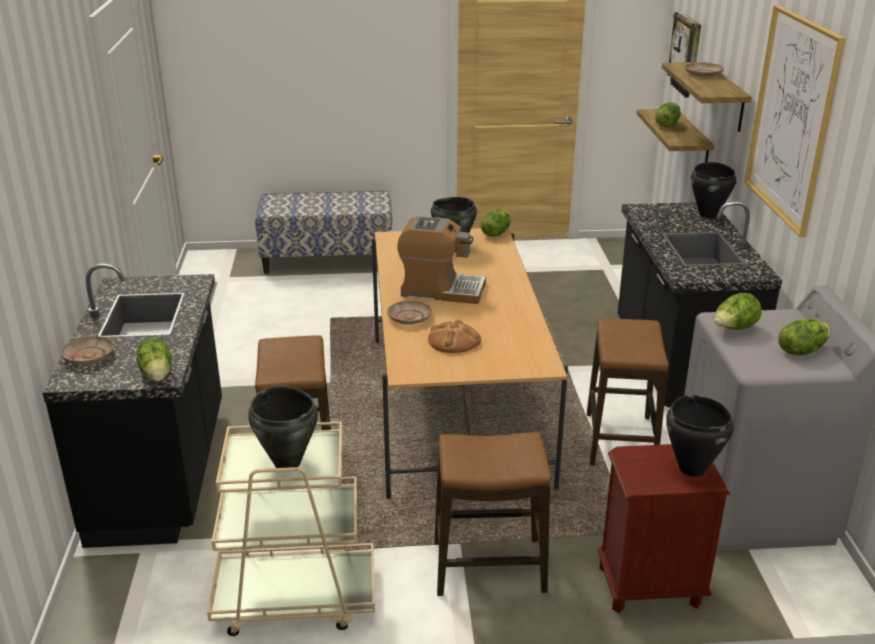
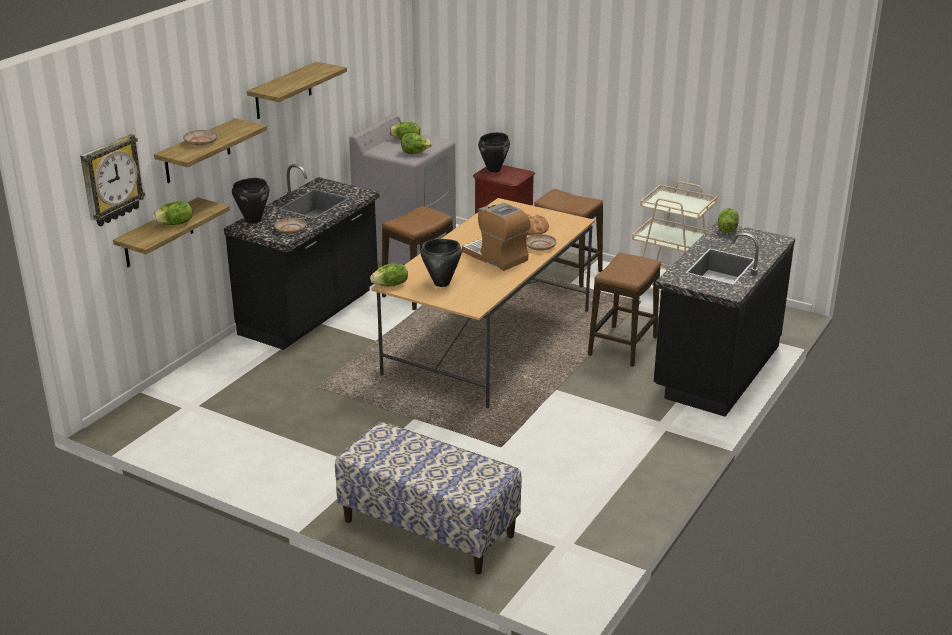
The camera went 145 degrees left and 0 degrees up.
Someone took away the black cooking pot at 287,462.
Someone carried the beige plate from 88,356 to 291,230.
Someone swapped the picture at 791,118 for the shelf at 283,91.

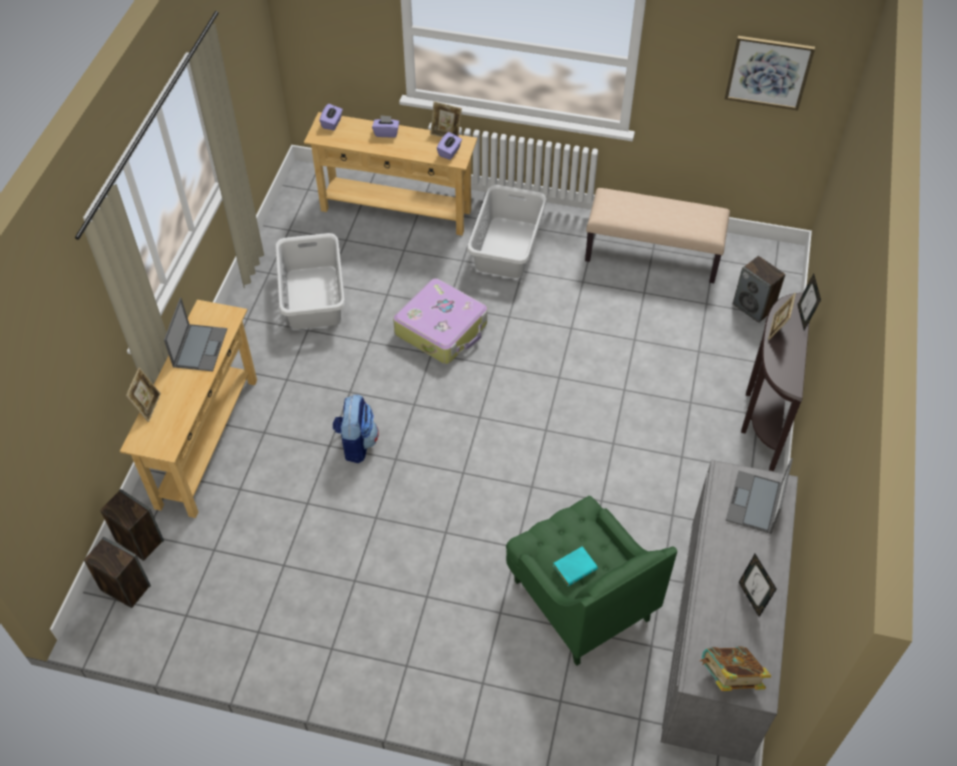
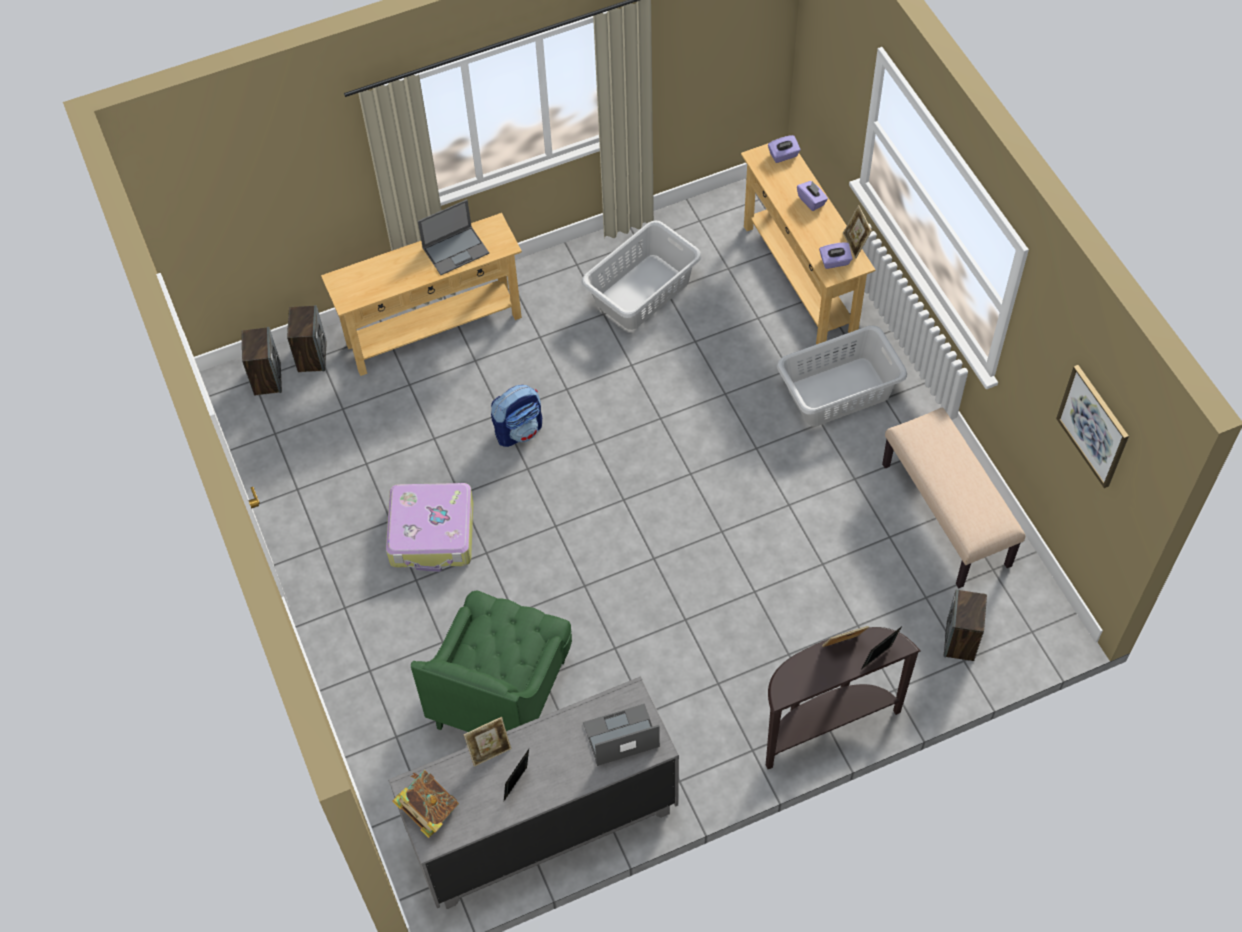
The camera went 55 degrees right and 5 degrees up.
Someone took away the turquoise book at 575,566.
Someone carried the picture frame from 148,406 to 489,751.
Someone carried the suitcase from 442,329 to 432,534.

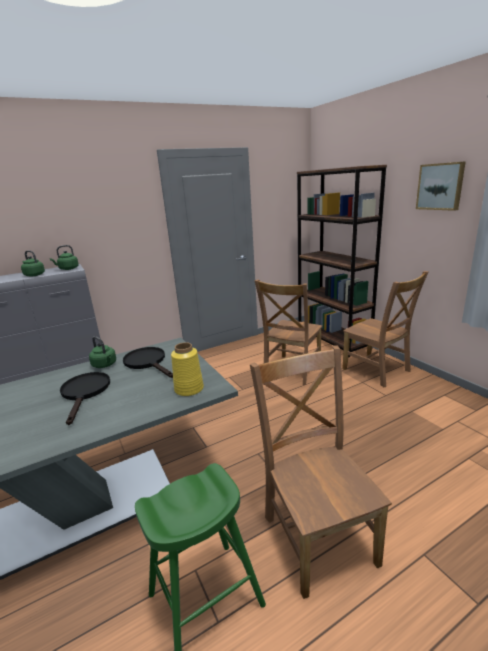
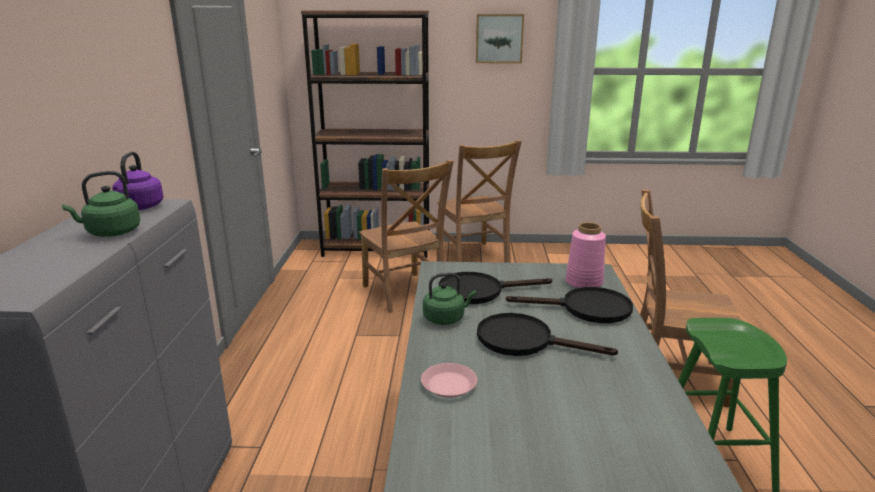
The camera went 60 degrees left and 0 degrees up.
Someone put down the pink plate at 448,385.
Someone put down the black frying pan at 586,309.
Someone repainted the green kettle at 68,269, which became the purple kettle at 139,207.
Someone repainted the yellow vase at 188,389, which became the pink vase at 584,283.
Someone rotated the brown chair at 378,371 by 75 degrees clockwise.

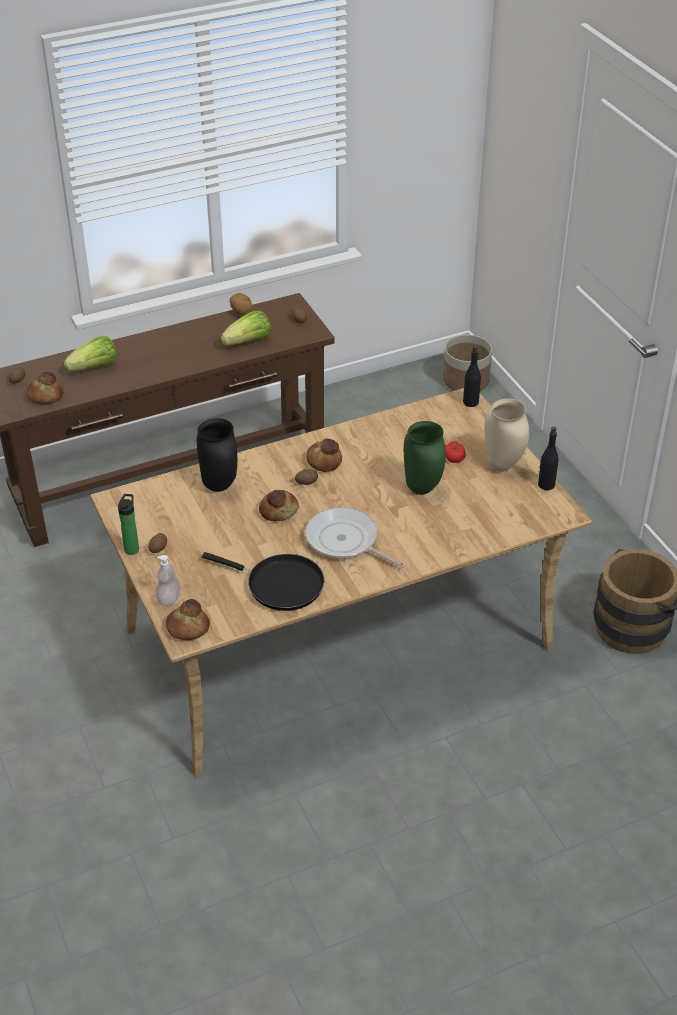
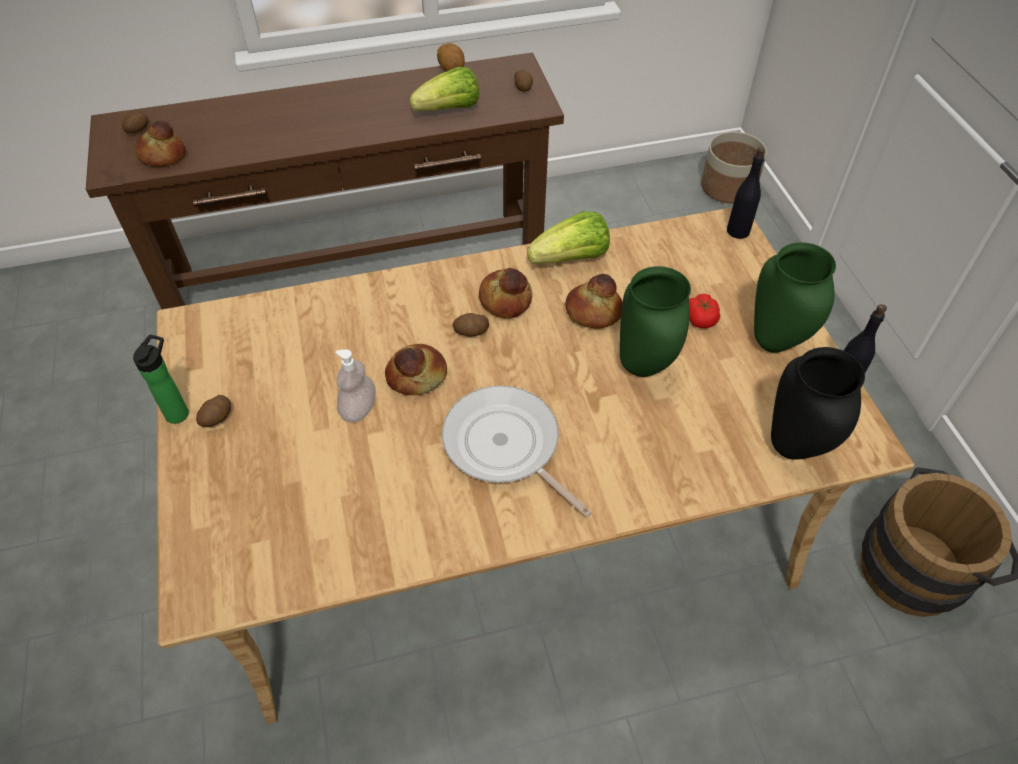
The camera went 10 degrees right and 10 degrees up.
Someone took away the black frying pan at 280,585.
Someone carried the lettuce from 95,368 to 571,258.
Someone carried the soap dispenser from 168,599 to 358,409.
Someone carried the bread from 188,628 to 593,312.
Someone carried the black vase from 220,486 to 796,447.
Someone repainted the beige vase at 503,465, which became the green vase at 776,342.

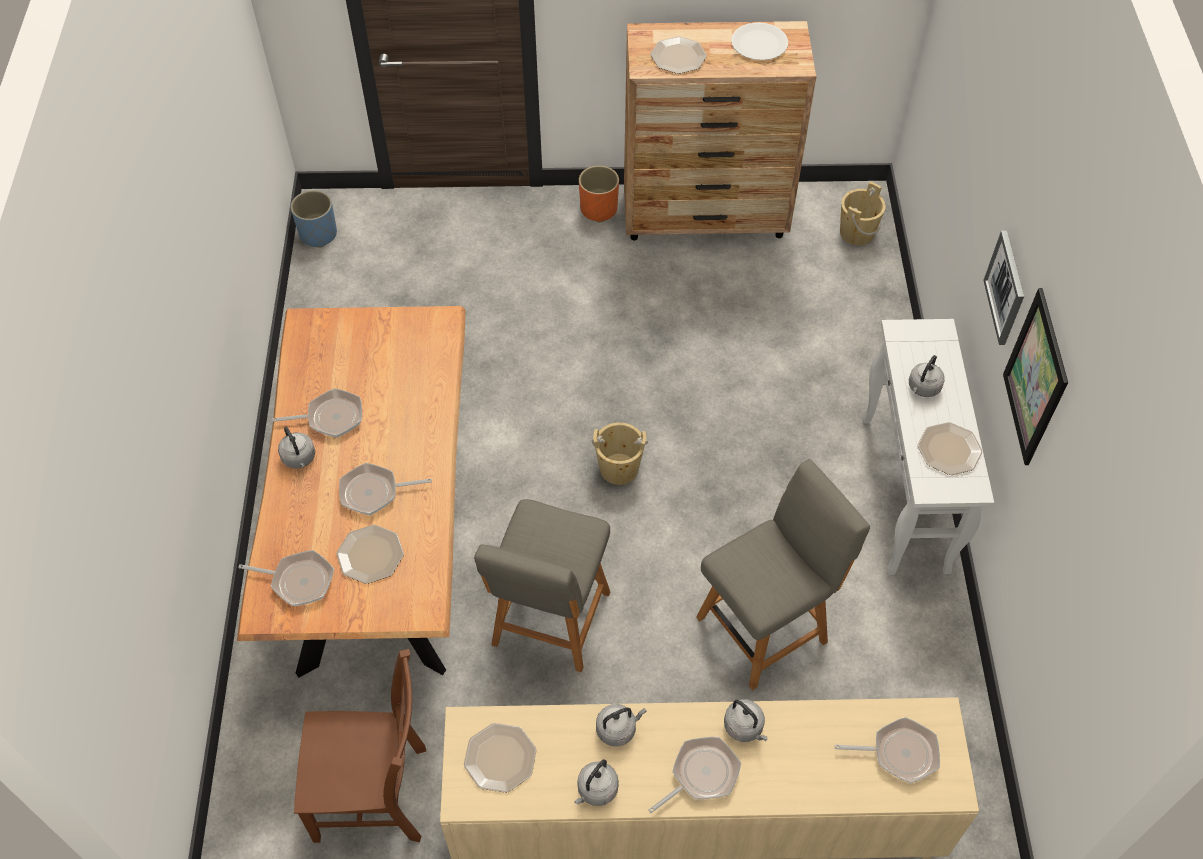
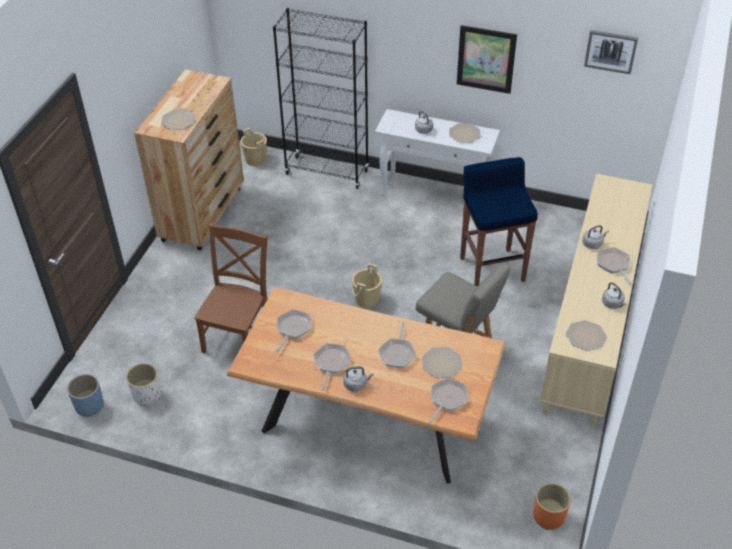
The camera went 70 degrees left and 10 degrees down.
Someone took away the grey kettle at 618,729.
Someone took away the white plate at 759,43.
Someone put down the white planter at 146,395.
Someone put down the black bookcase at 327,172.
Someone carried the brown chair from 377,794 to 239,335.
Someone carried the orange planter from 599,209 to 549,516.
Someone carried the frying pan from 899,753 to 292,329.
Someone carried the picture from 1006,288 to 610,51.
Someone swapped the grey chair at 765,627 for the blue stool at 492,268.

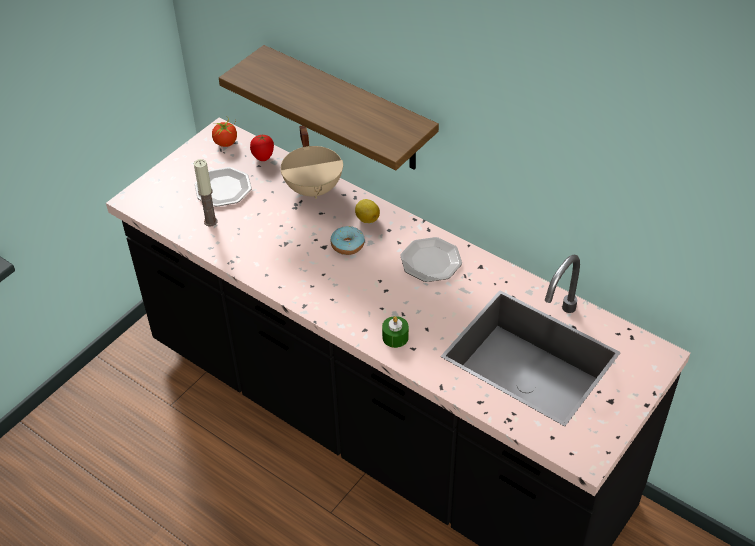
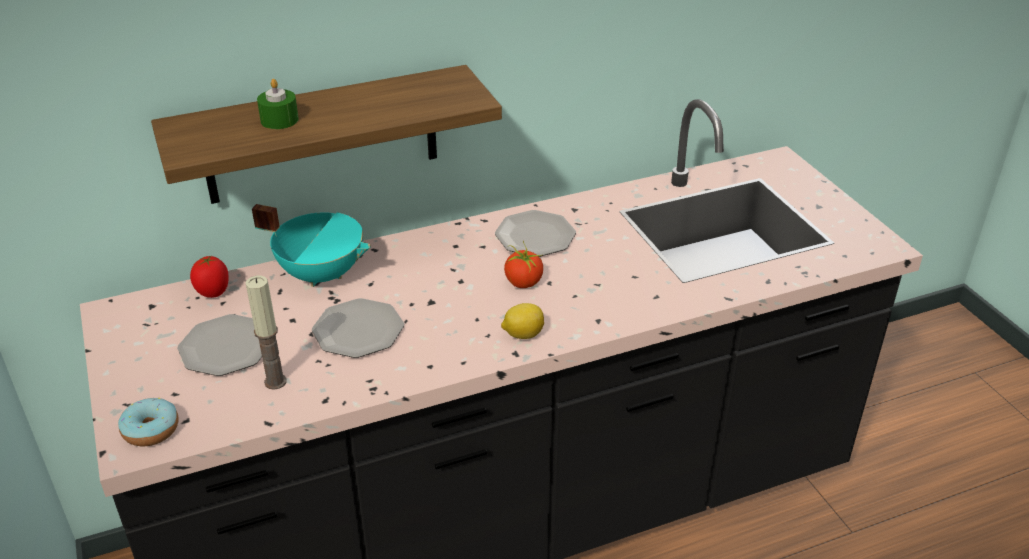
The camera went 60 degrees left and 10 degrees down.
Someone put down the plate at 359,330.
Someone carried the tomato from 226,142 to 523,282.
Someone carried the donut from 347,245 to 151,430.
Someone carried the lemon from 367,218 to 522,334.
Someone carried the green candle from 395,337 to 279,120.
Someone repainted the beige cooking pot at 314,188, which became the turquoise cooking pot at 322,273.

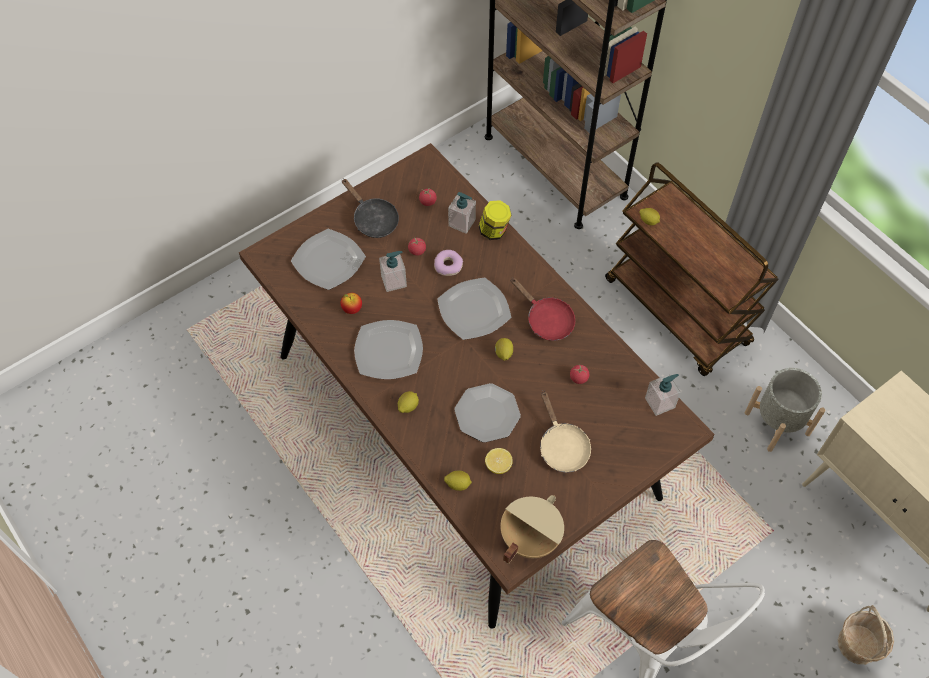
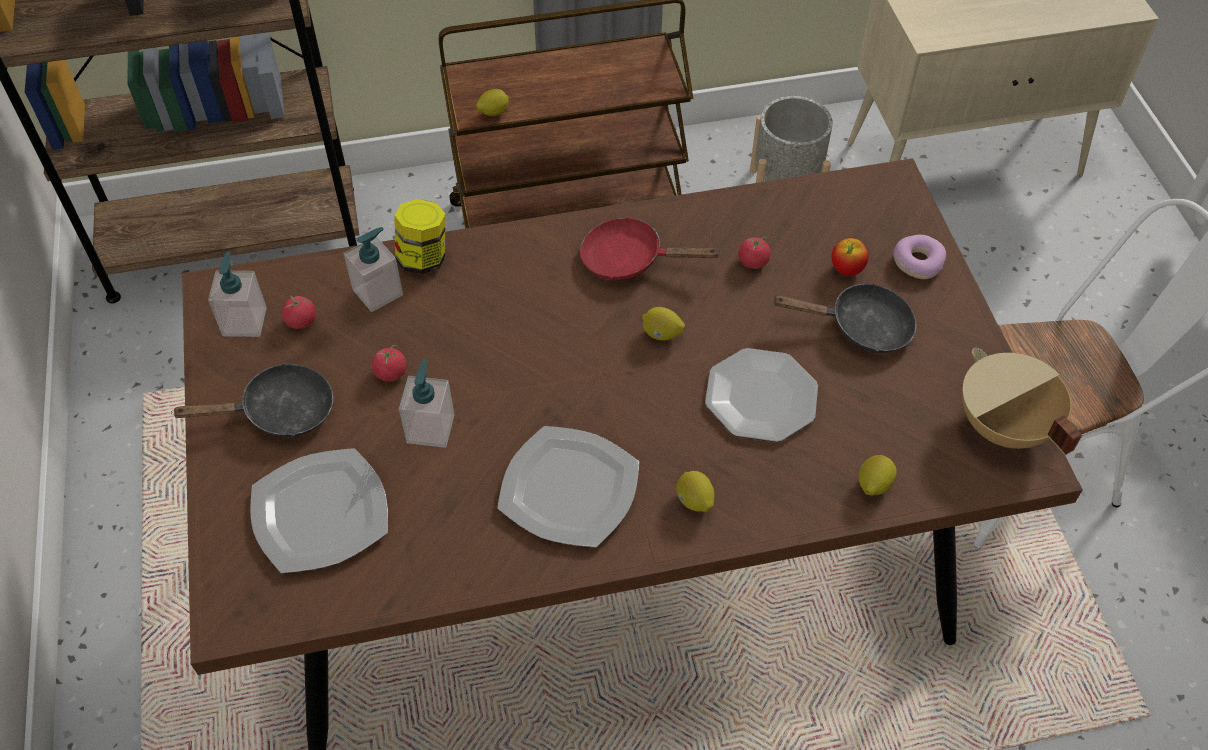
The camera went 65 degrees left and 5 degrees down.
Someone took away the plate at 473,310.
Someone took away the lemon at 498,465.
Someone took away the basket at 857,644.
Someone carried the apple from 352,309 to 846,269.
Someone carried the donut from 448,266 to 917,262.
Someone carried the soap dispenser from 660,402 to 244,321.
Someone repainted the beige frying pan at 562,446, which became the black frying pan at 861,327.
Someone rotated the red frying pan at 546,320 by 150 degrees counterclockwise.

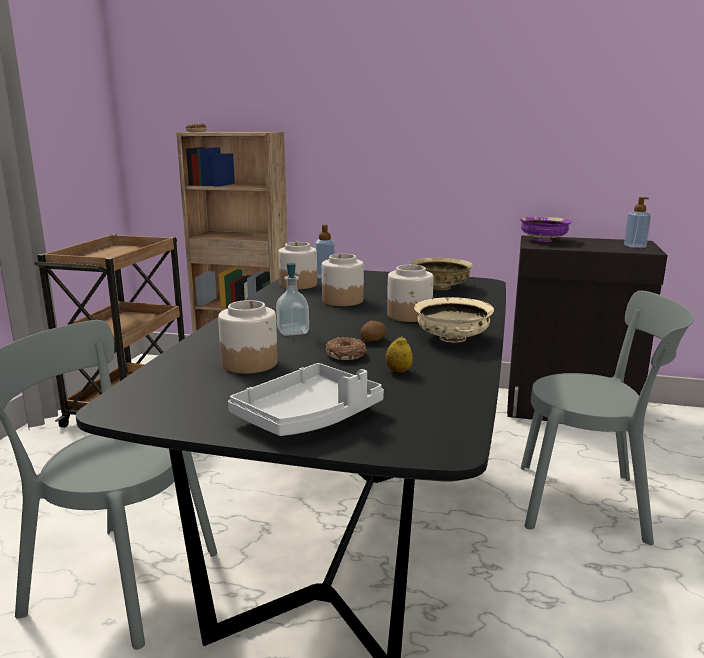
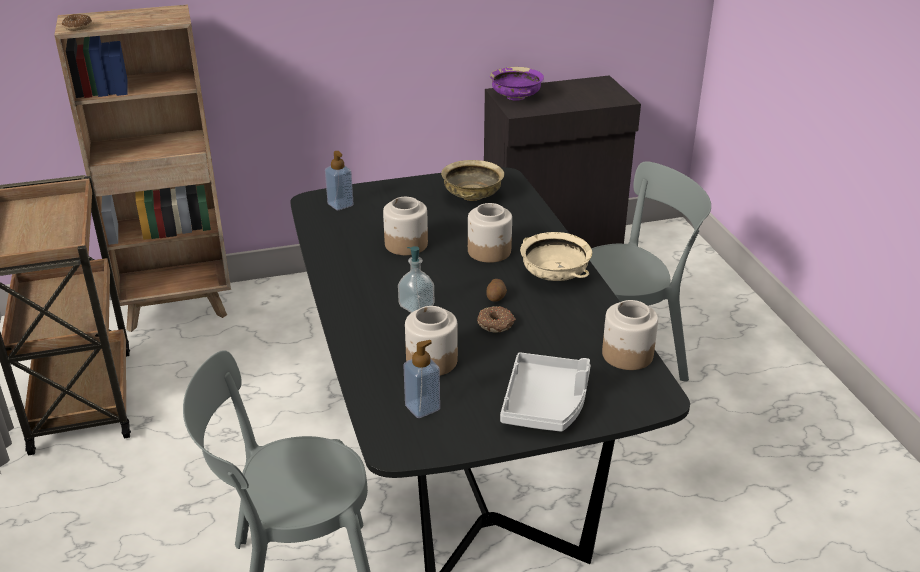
The camera went 30 degrees left and 15 degrees up.
Someone took away the lemon at 398,371.
Someone carried the jar from 298,284 to 626,354.
Someone carried the soap dispenser from 634,246 to 422,407.

